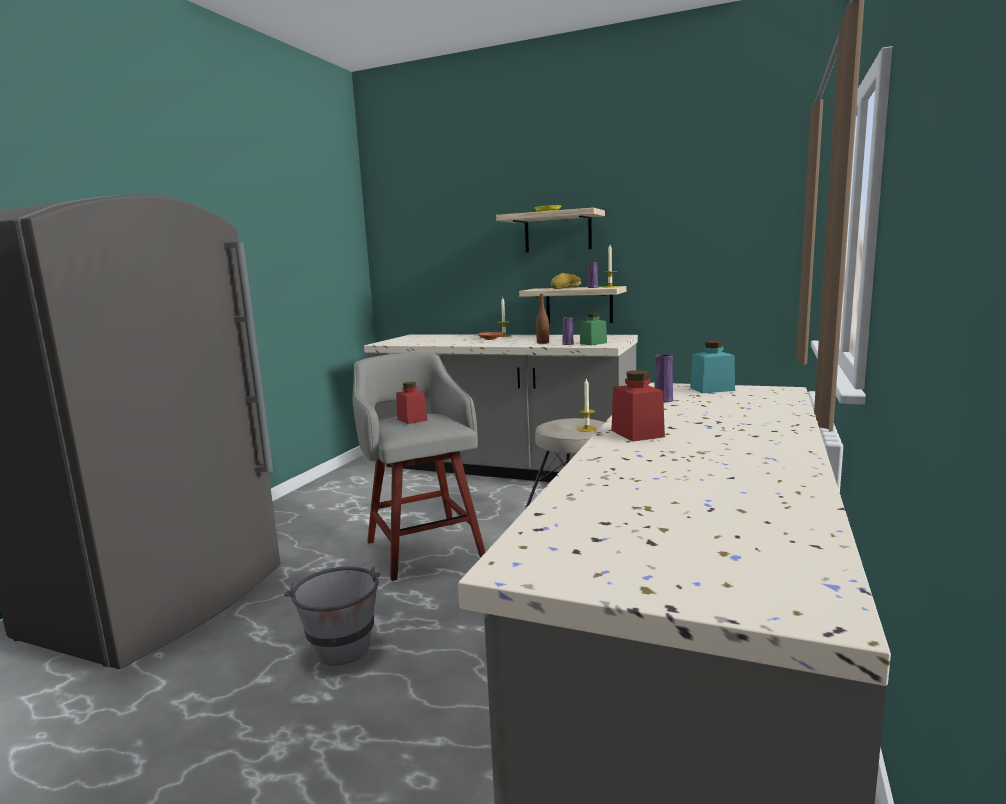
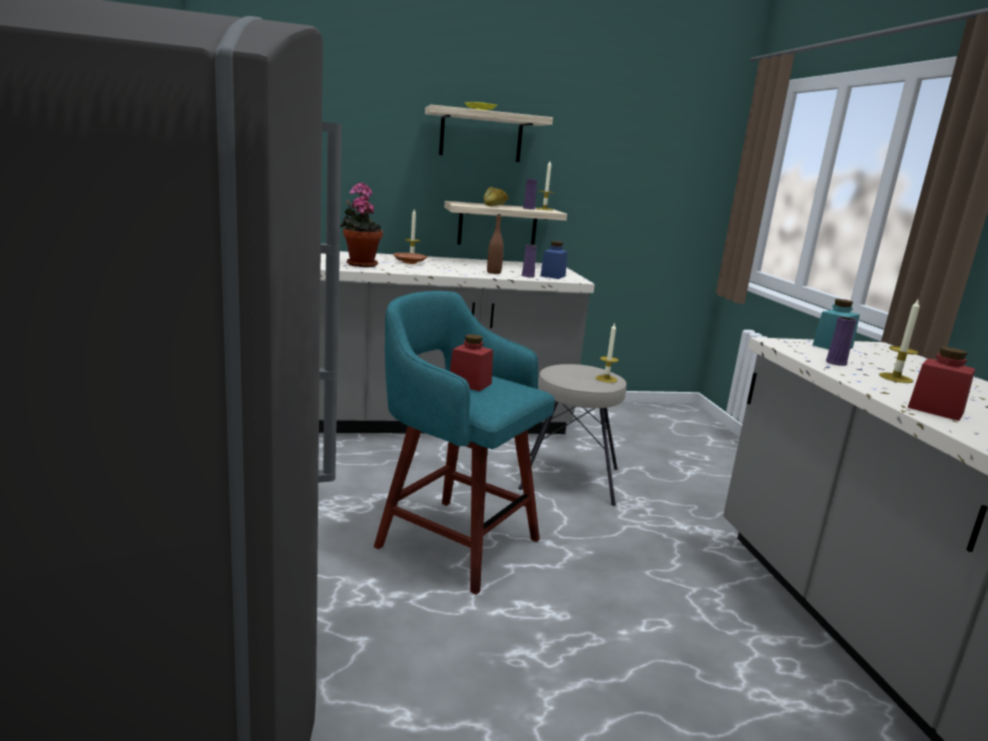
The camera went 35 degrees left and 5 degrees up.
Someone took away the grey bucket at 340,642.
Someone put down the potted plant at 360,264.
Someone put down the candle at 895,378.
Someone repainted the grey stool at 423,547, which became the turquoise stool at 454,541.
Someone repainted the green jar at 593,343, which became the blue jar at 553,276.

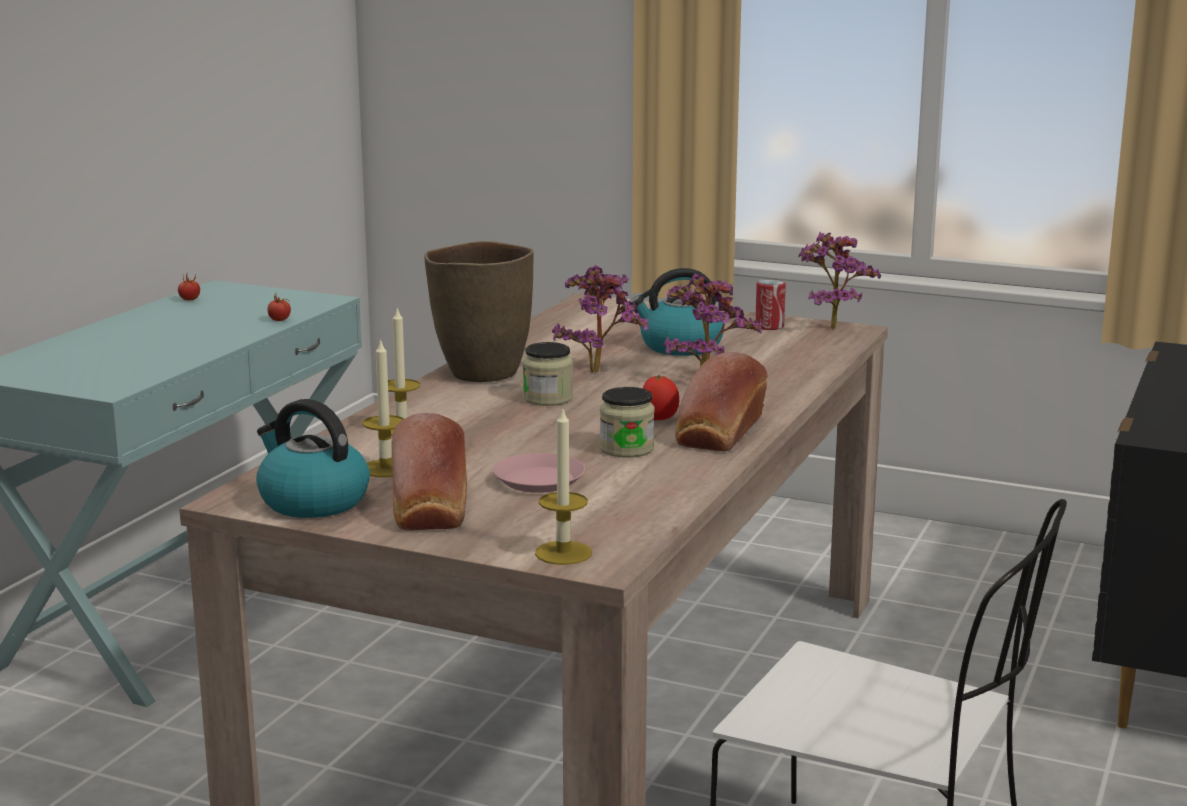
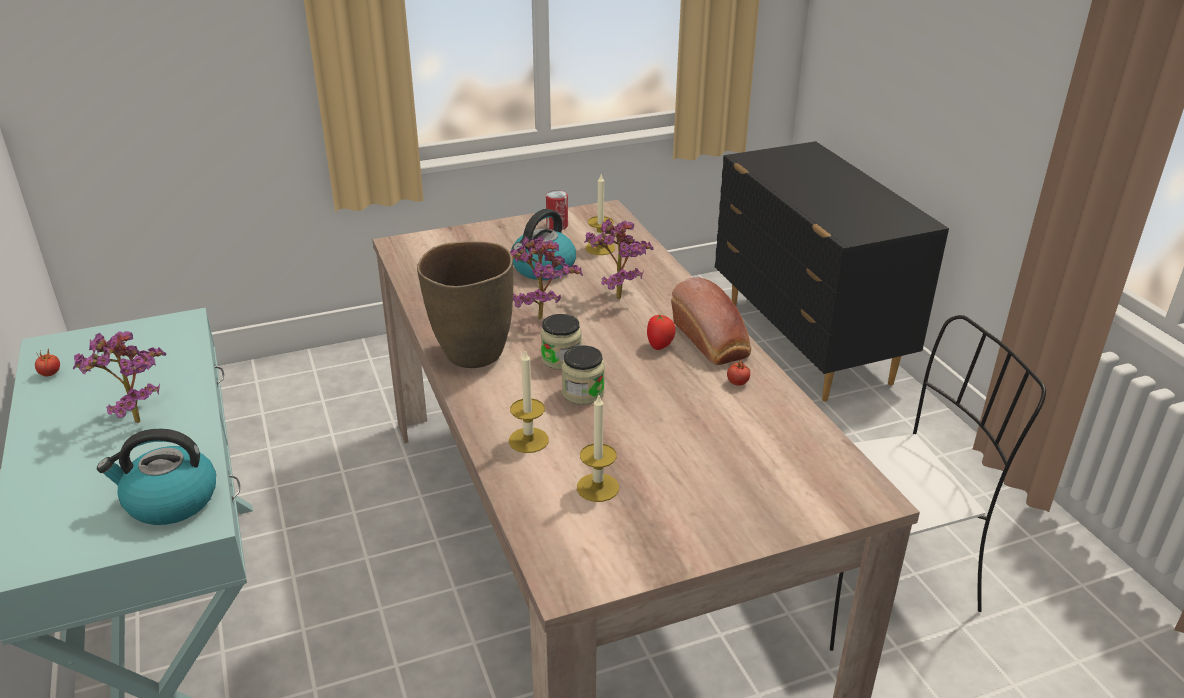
The camera went 45 degrees left and 15 degrees up.
Someone took away the bread at 430,507.
Someone took away the pink plate at 539,480.
Someone carried the kettle from 312,501 to 170,501.
Someone carried the tomato from 279,320 to 737,383.
Someone carried the candle from 563,553 to 600,248.
Someone carried the jar from 626,449 to 583,393.
Someone carried the potted plant from 830,326 to 133,419.

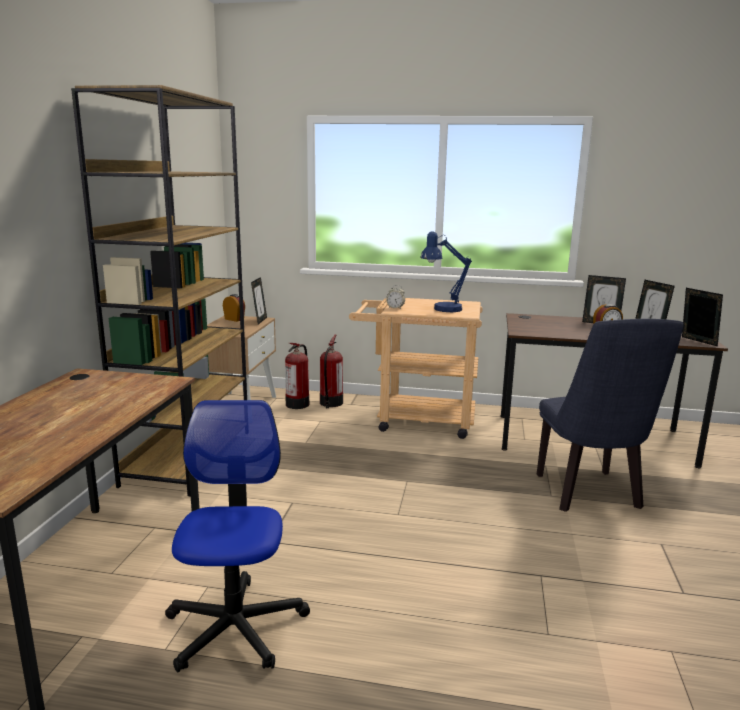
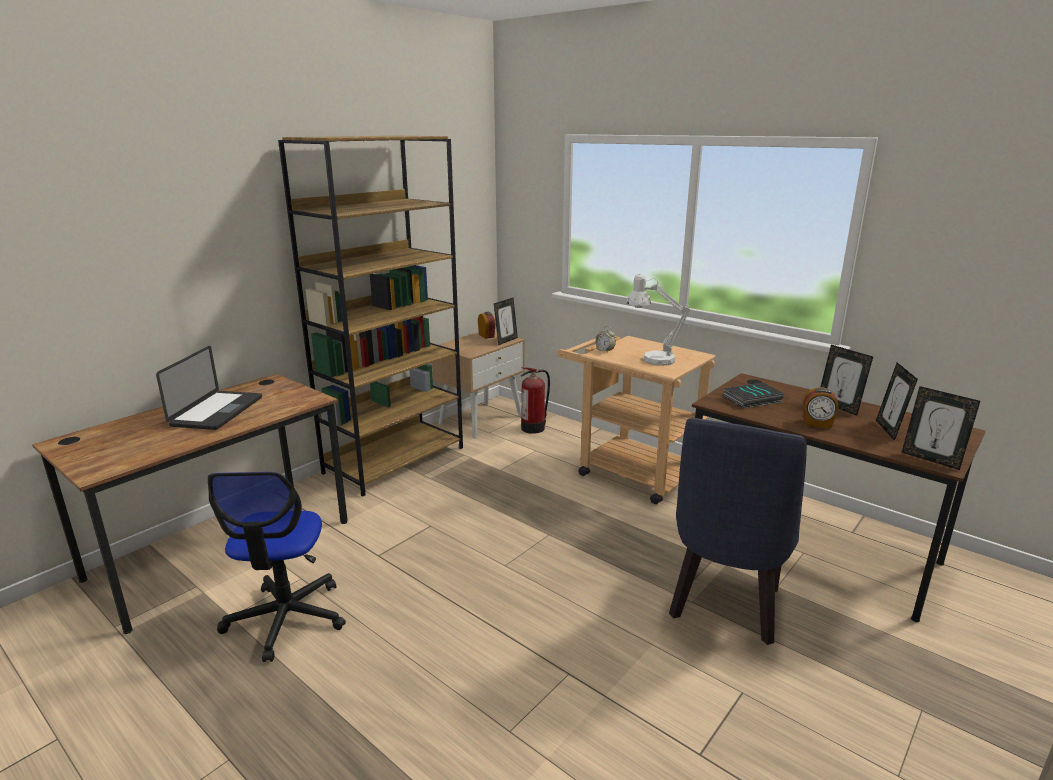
The camera went 30 degrees right and 5 degrees up.
Someone took away the fire extinguisher at 330,403.
Someone put down the laptop at 217,411.
Someone put down the book at 752,400.
Someone repainted the blue table lamp at 442,309, which became the white table lamp at 651,360.
Someone rotated the office chair at 235,627 by 150 degrees clockwise.
Someone rotated the picture frame at 697,342 by 135 degrees clockwise.

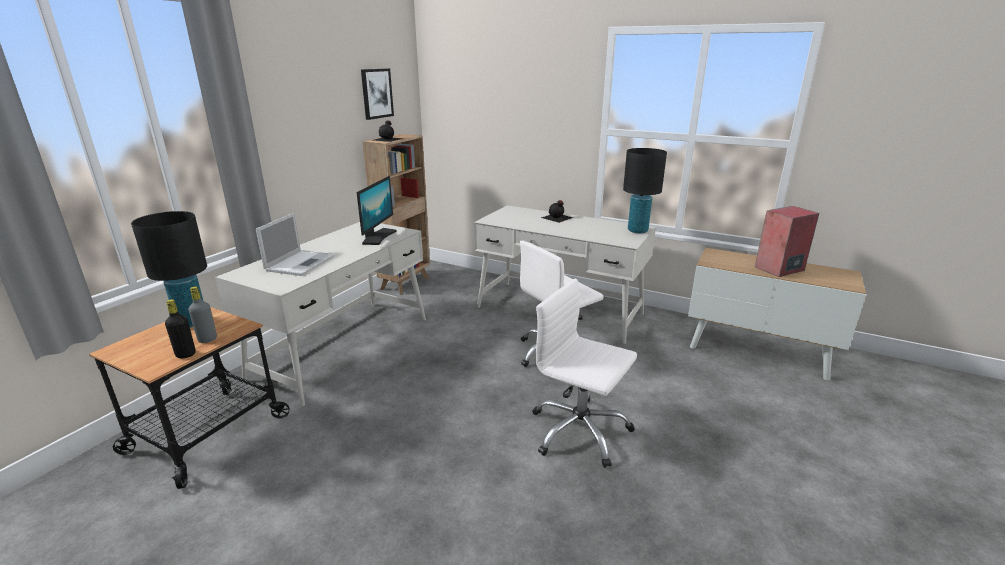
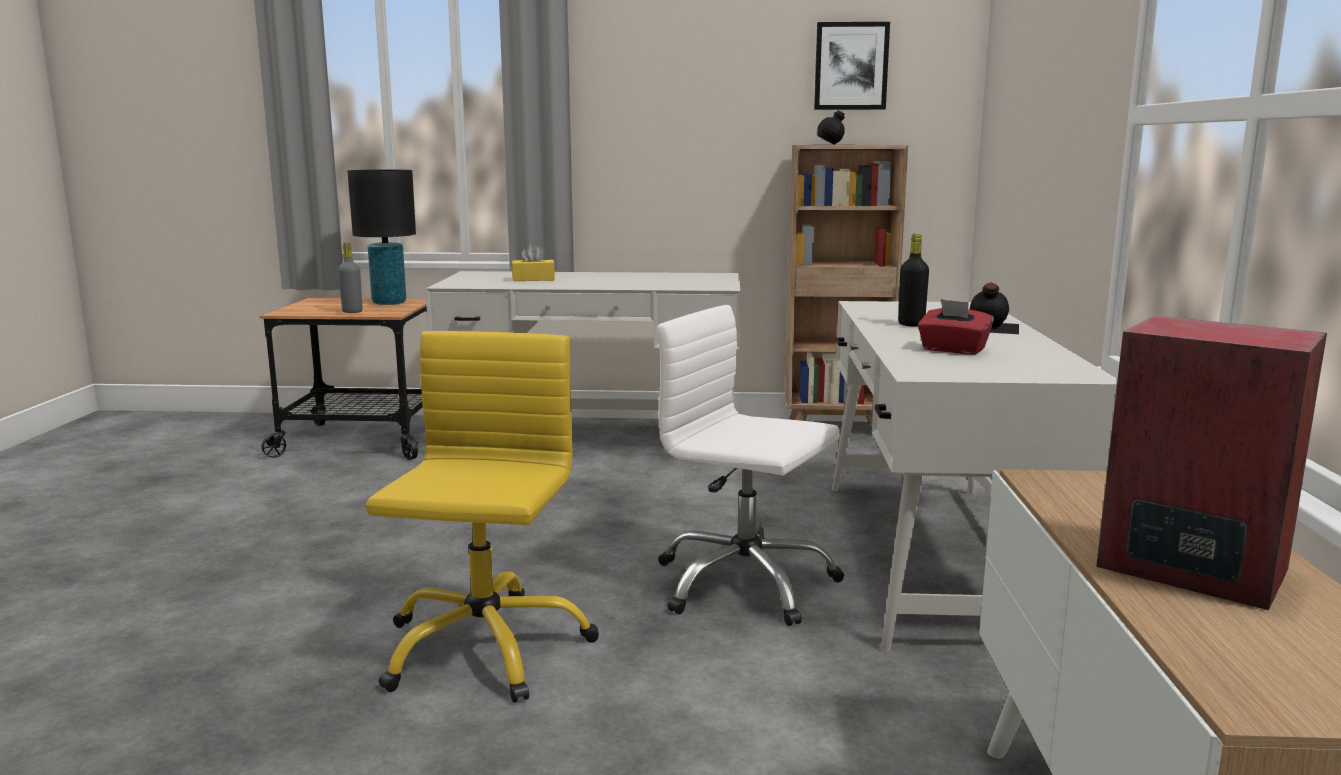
The camera went 65 degrees right and 10 degrees down.
Someone took away the monitor at 378,237.
Someone took away the black table lamp at 637,231.
Someone put down the red tissue box at 953,350.
Someone carried the black bottle from 186,354 to 911,324.
Someone swapped the laptop at 300,263 for the yellow tissue box at 533,279.
Someone repainted the white office chair at 579,431, which became the yellow office chair at 484,647.

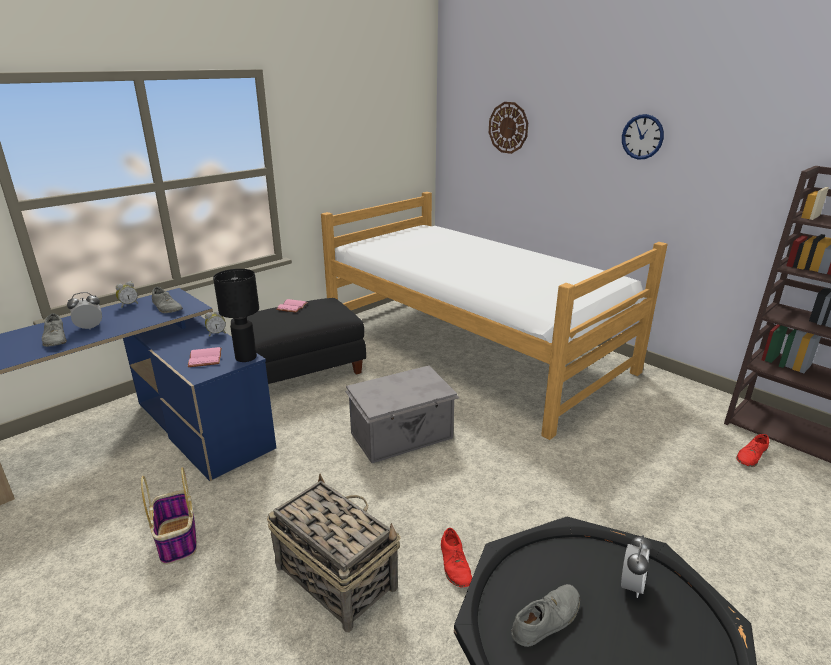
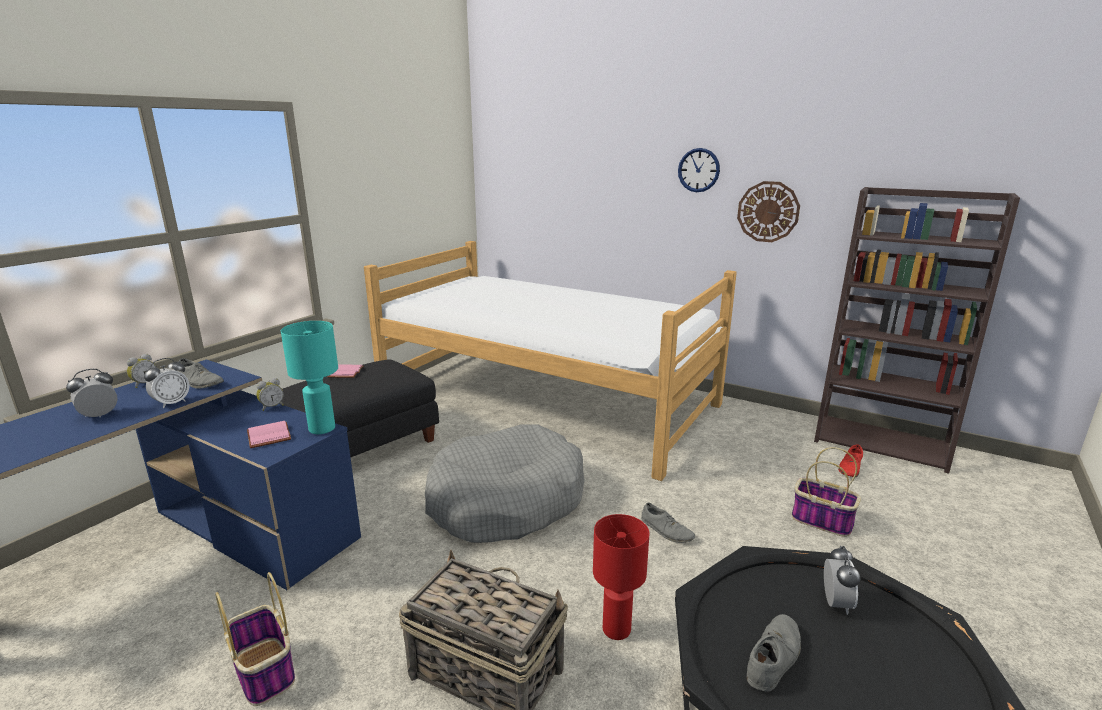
The camera went 15 degrees left and 5 degrees down.
Someone put down the alarm clock at 172,403.
Someone put down the basket at 820,521.
Someone carried the grey shoe from 55,338 to 666,530.
Someone carried the wall clock from 508,127 to 768,211.
Someone swapped the grey storage box at 402,436 for the grey dog bed at 506,500.
Someone swapped the red shoe at 455,564 for the red table lamp at 616,629.
Someone repainted the black table lamp at 246,358, which became the turquoise table lamp at 322,429.

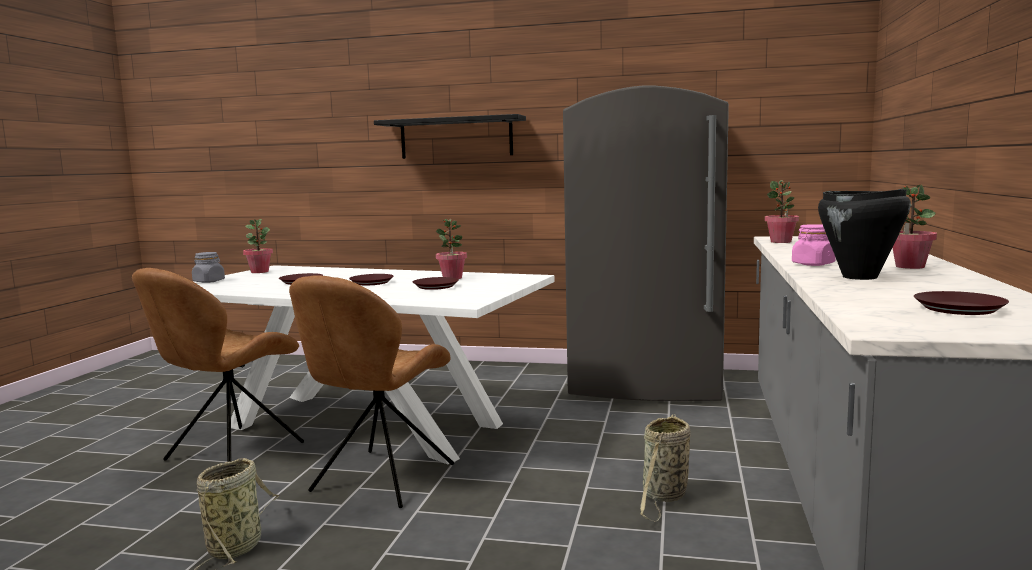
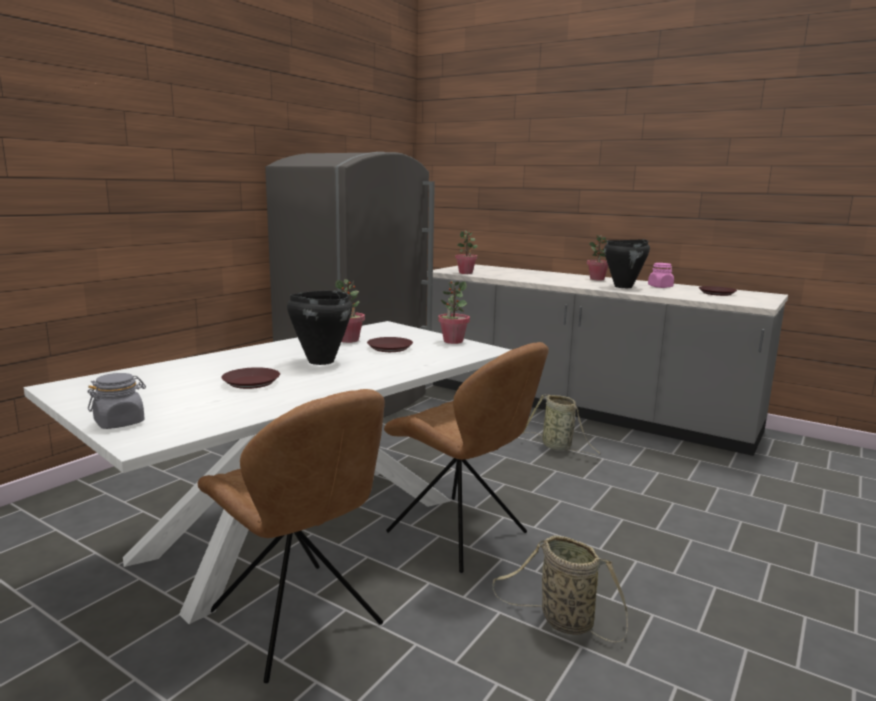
The camera went 70 degrees left and 5 degrees up.
Someone took away the black shelf at 456,138.
Someone carried the potted plant from 259,272 to 453,341.
Someone carried the pink jar from 813,264 to 660,287.
Someone swapped the brown plate at 371,282 for the black cooking pot at 320,361.

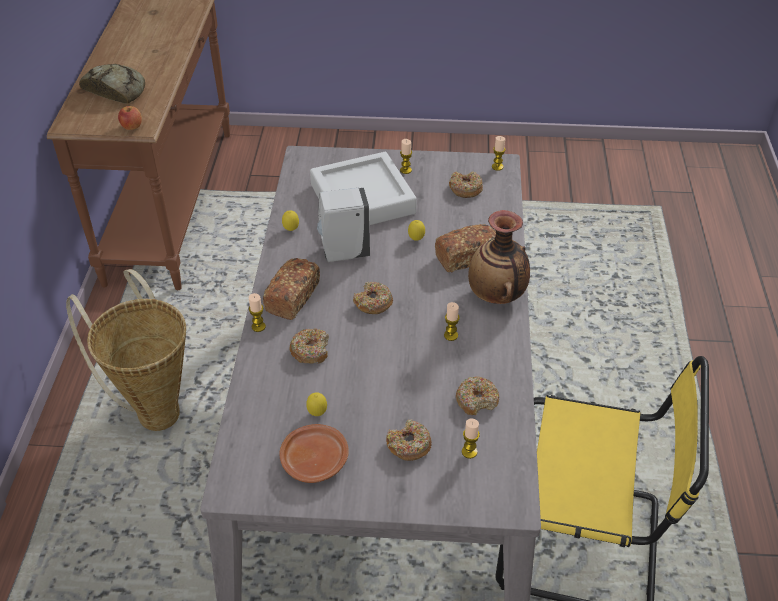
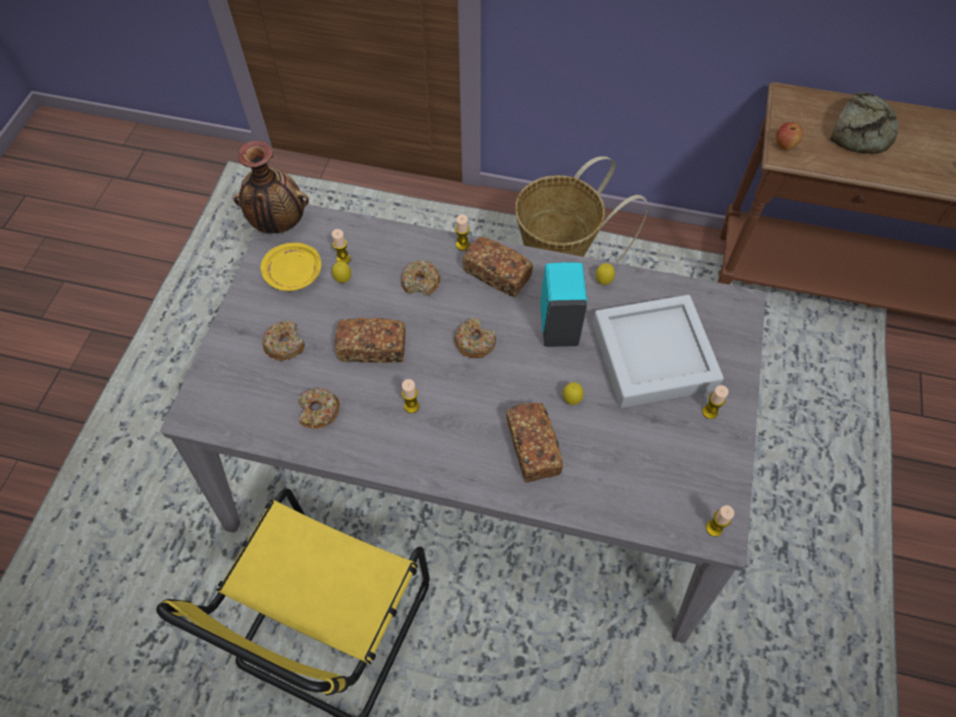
The camera went 100 degrees right and 15 degrees up.
Someone took away the donut at 465,189.
Someone put down the bread at 373,348.
Someone carried the candle from 469,452 to 343,259.
Someone carried the vase from 497,296 to 278,223.
Someone repainted the brown plate at 315,460, which became the yellow plate at 294,273.
Someone repainted the white soap dispenser at 343,253, which became the turquoise soap dispenser at 558,325.

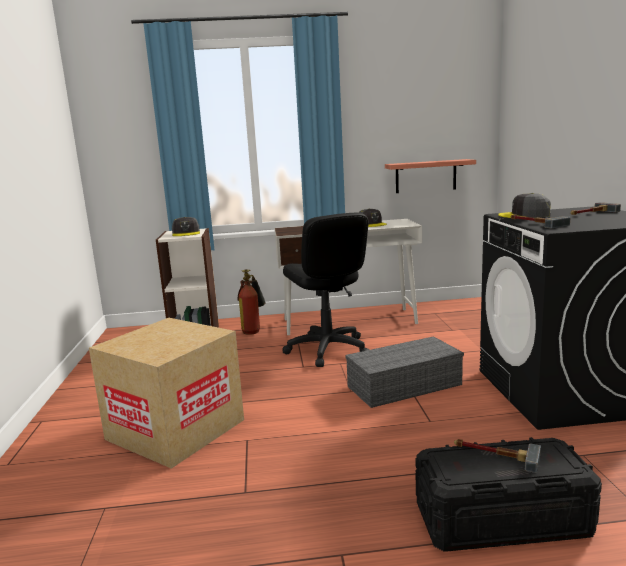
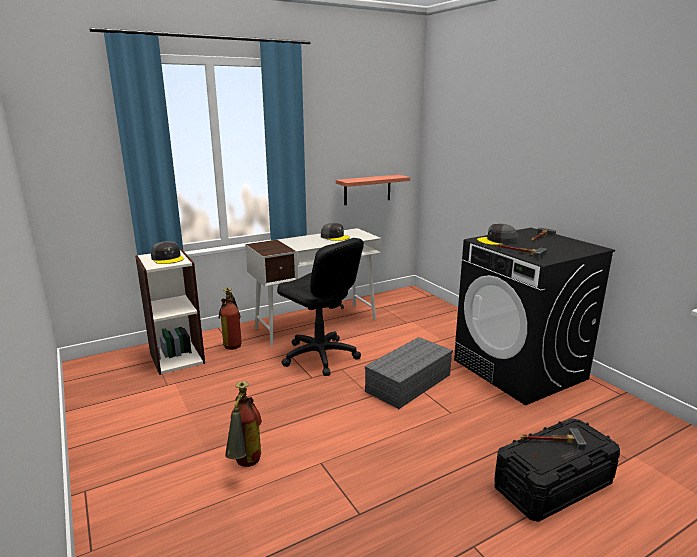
The camera went 25 degrees left and 5 degrees up.
Someone swapped the cardboard box at 175,429 for the fire extinguisher at 245,467.

